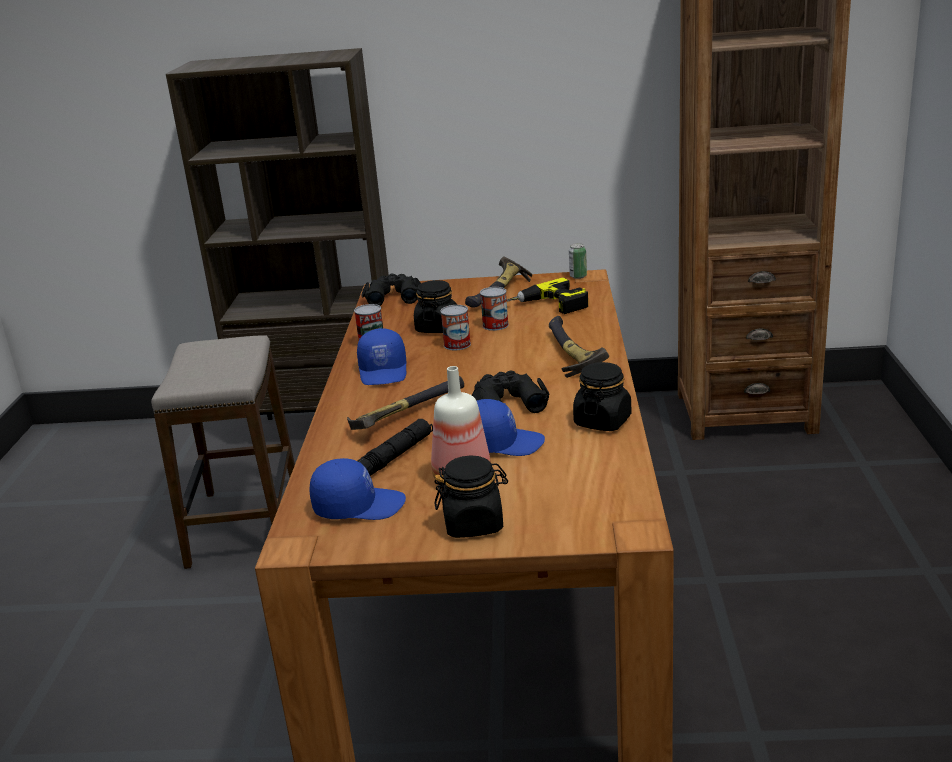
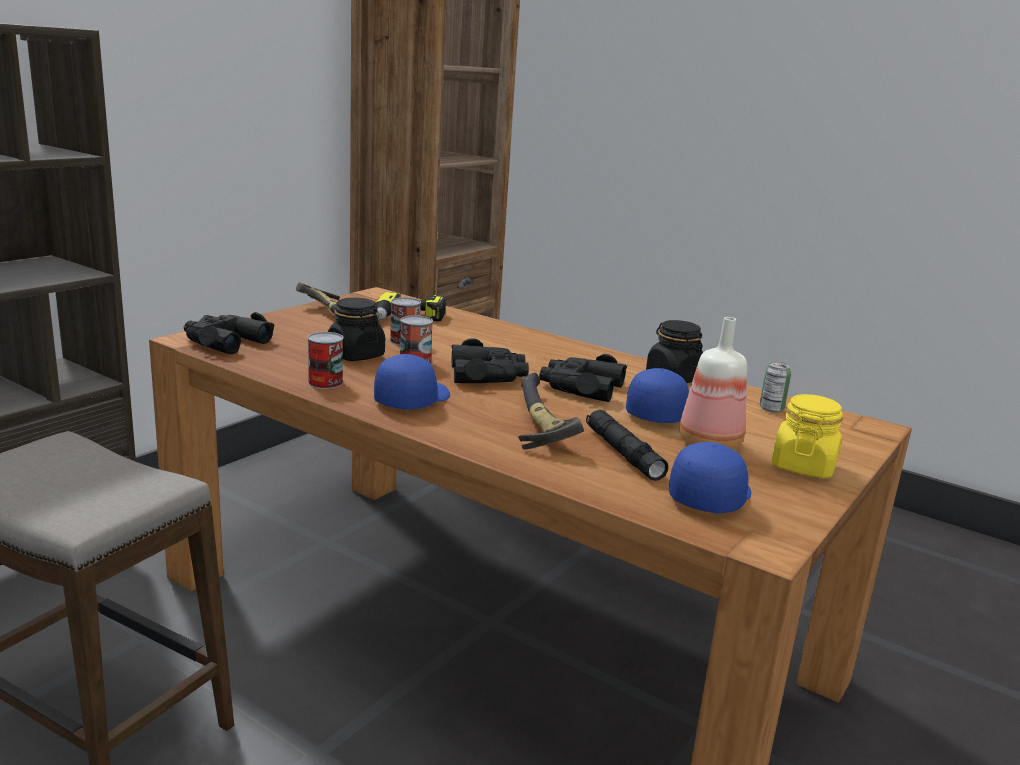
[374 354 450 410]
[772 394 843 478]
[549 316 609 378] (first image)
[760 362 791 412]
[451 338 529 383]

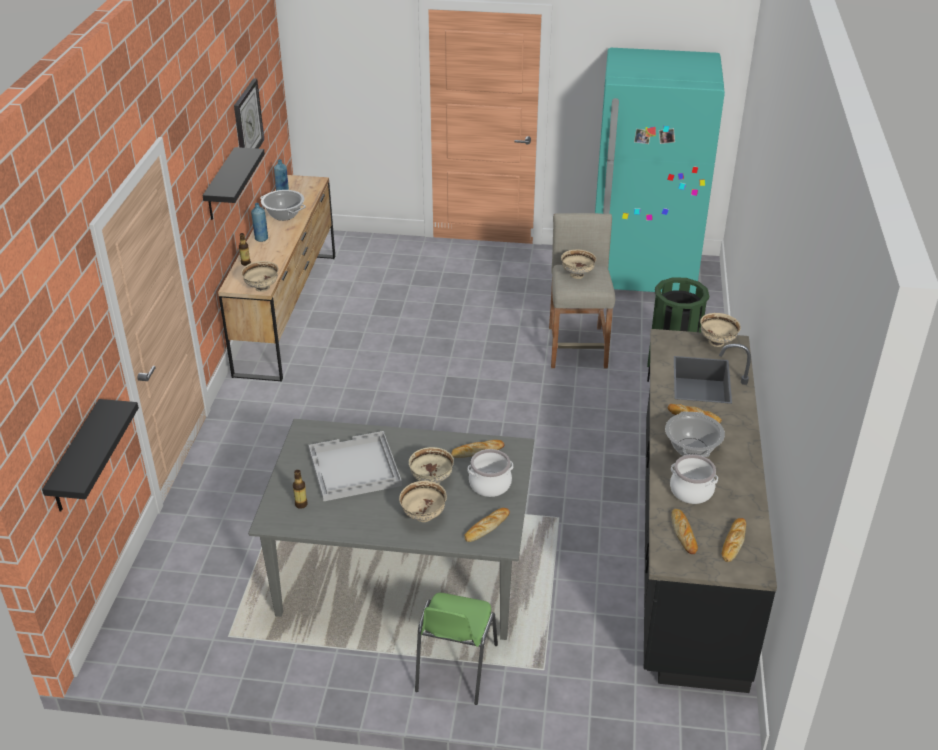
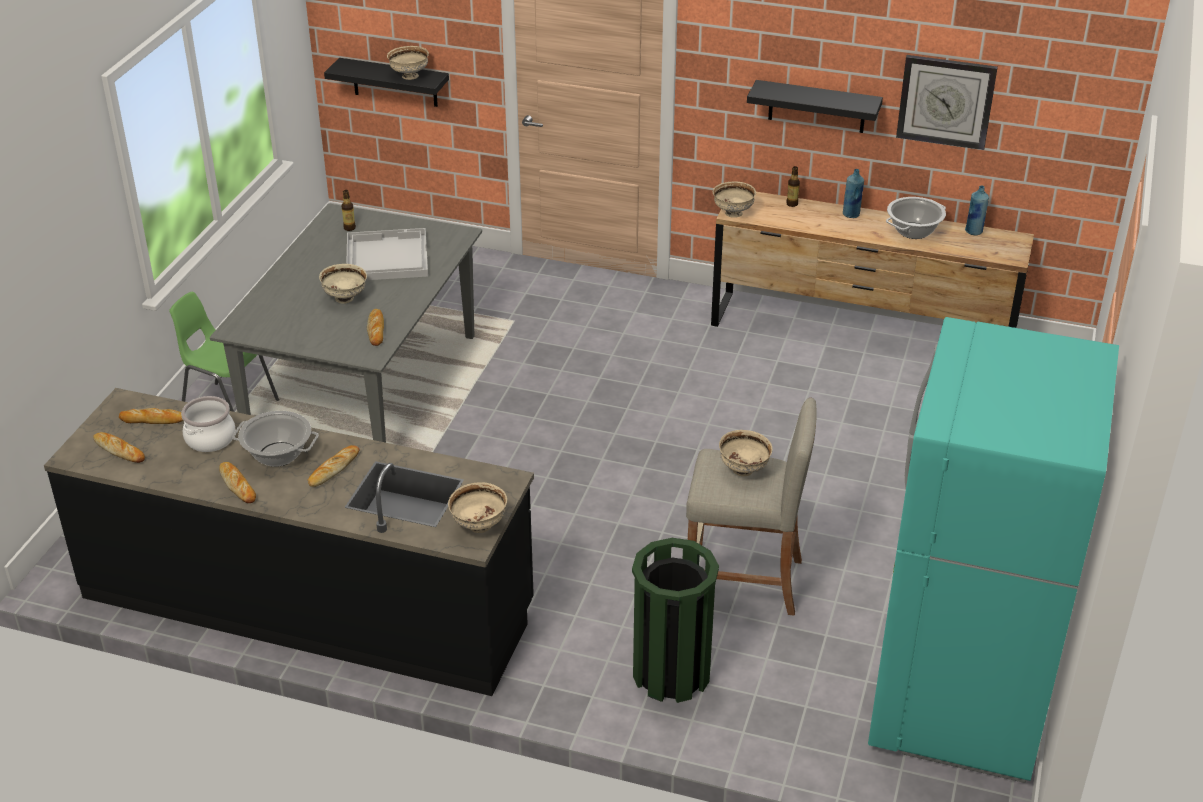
[387 46 429 80]
[219 462 256 503]
[467 449 513 497] (first image)

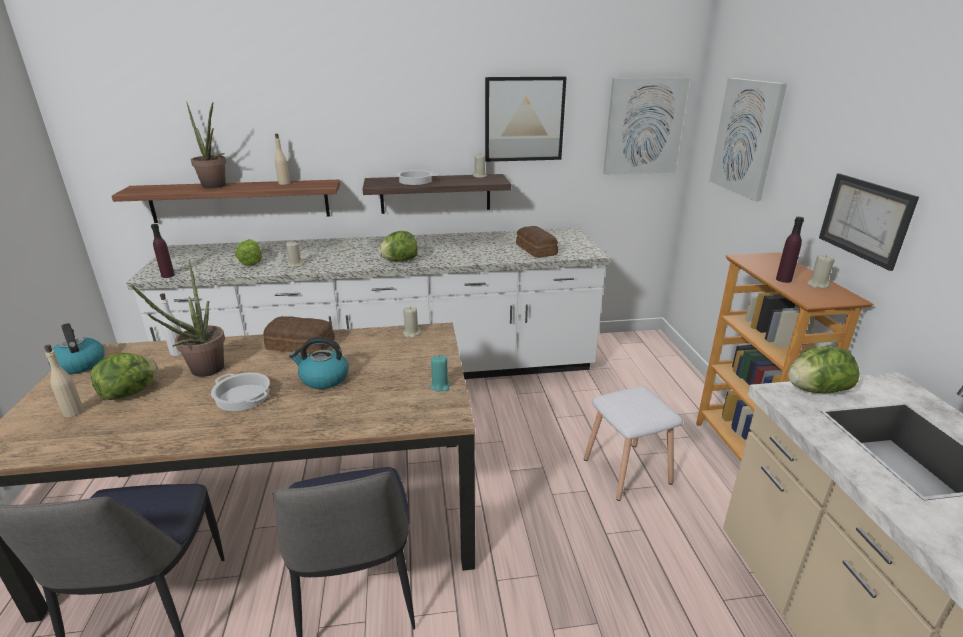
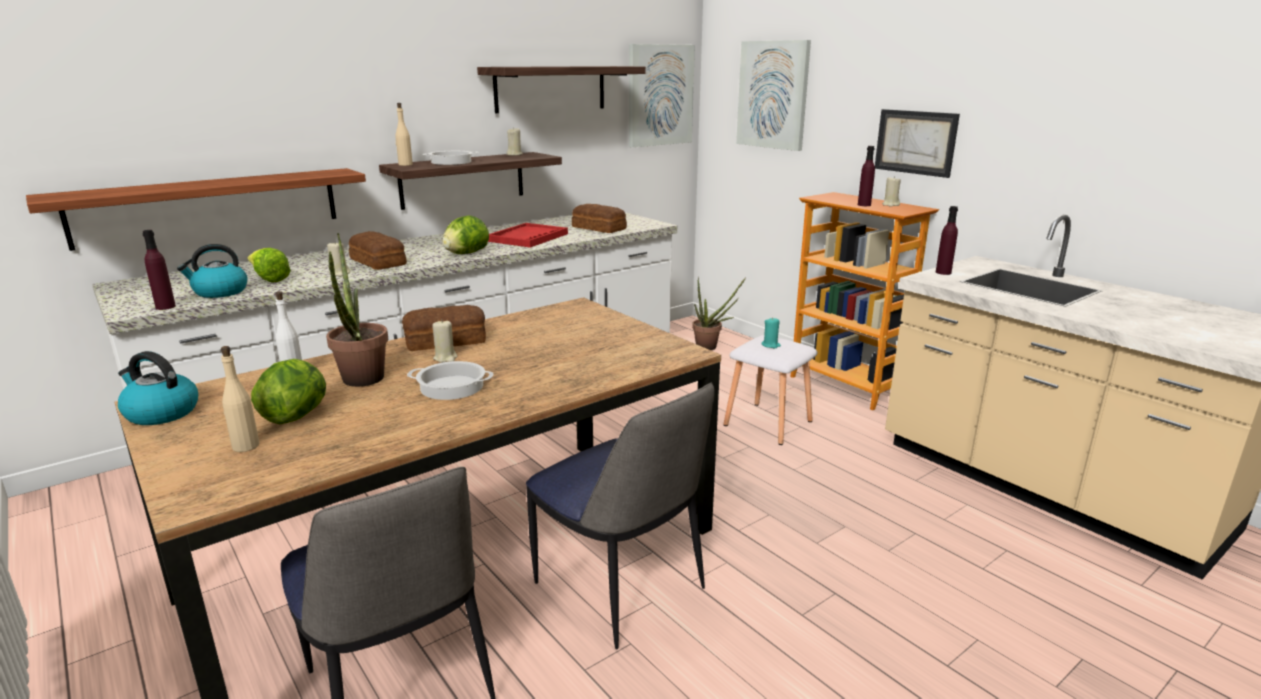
[692 277 746 350]
[396 103 413 166]
[177 244 248 298]
[432 320 458 363]
[761 317 781 348]
[477 66 646 113]
[936 206 958 275]
[349 231 407 270]
[488 223 568 248]

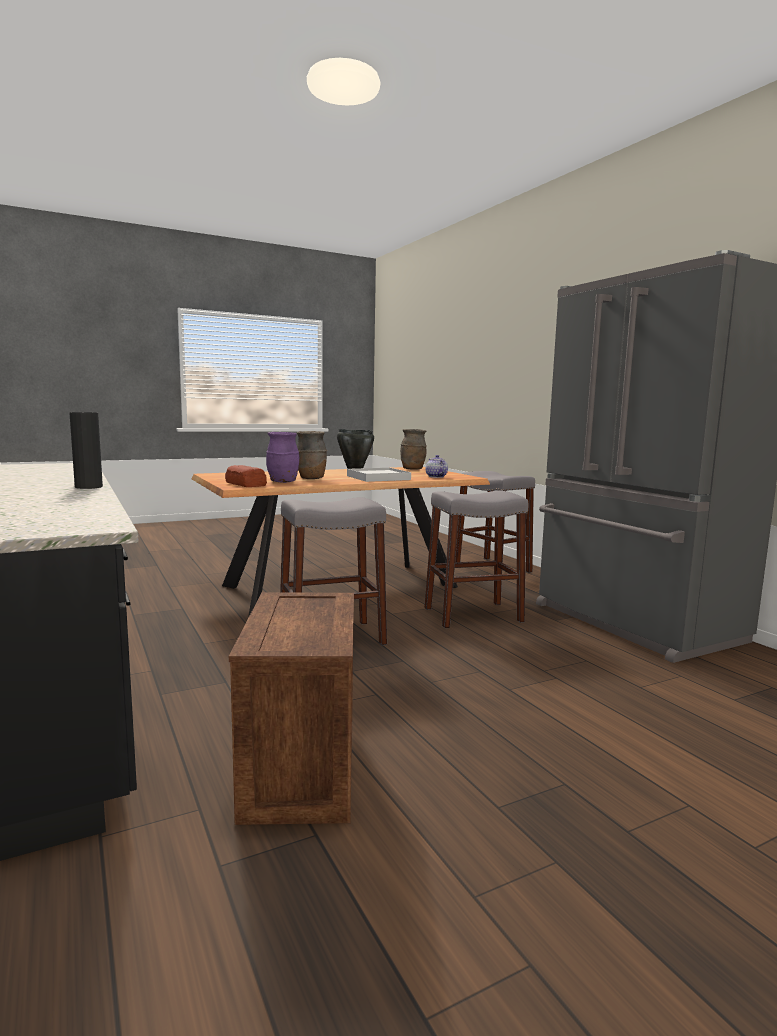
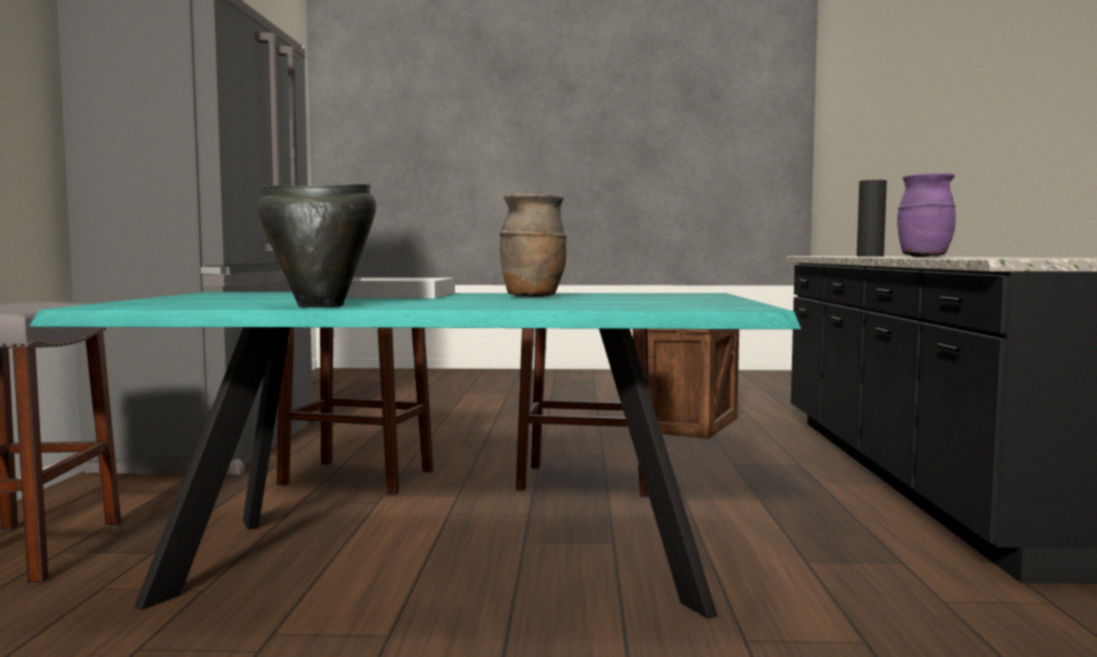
[30 292 801 619]
[225 465 267 487] (first image)
[897 173 956 257]
[400 429 427 470] (first image)
[426 455 448 478] (first image)

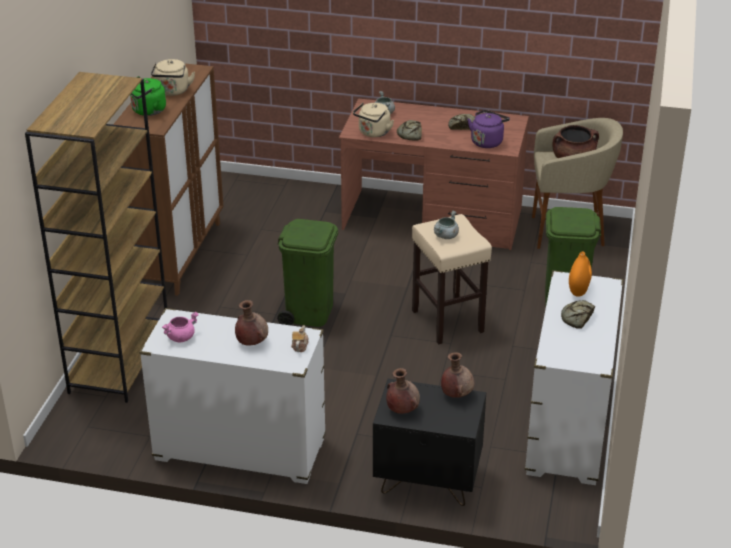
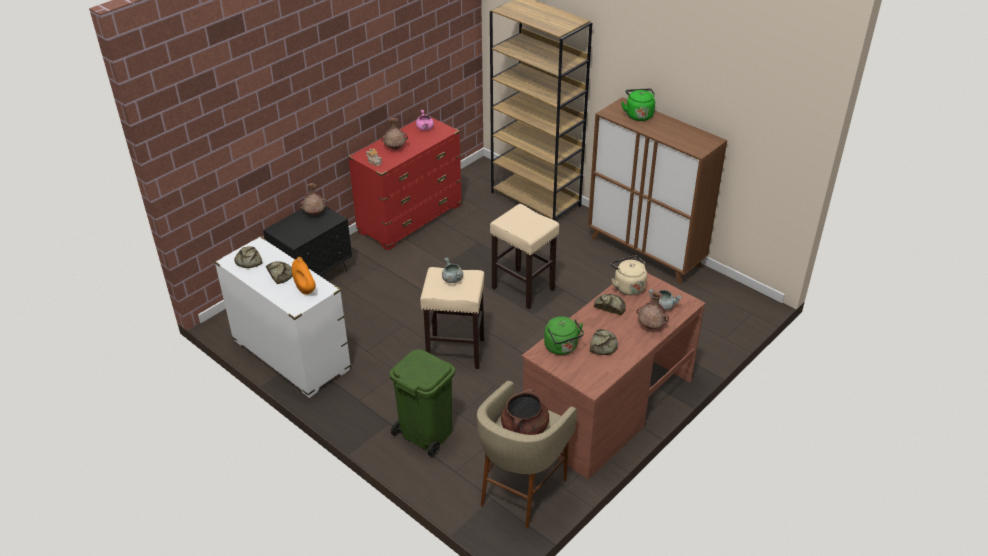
[348 114 462 250]
[151 59 195 96] (first image)
[490 204 559 309]
[636 292 669 329]
[544 316 584 355]
[234 246 262 268]

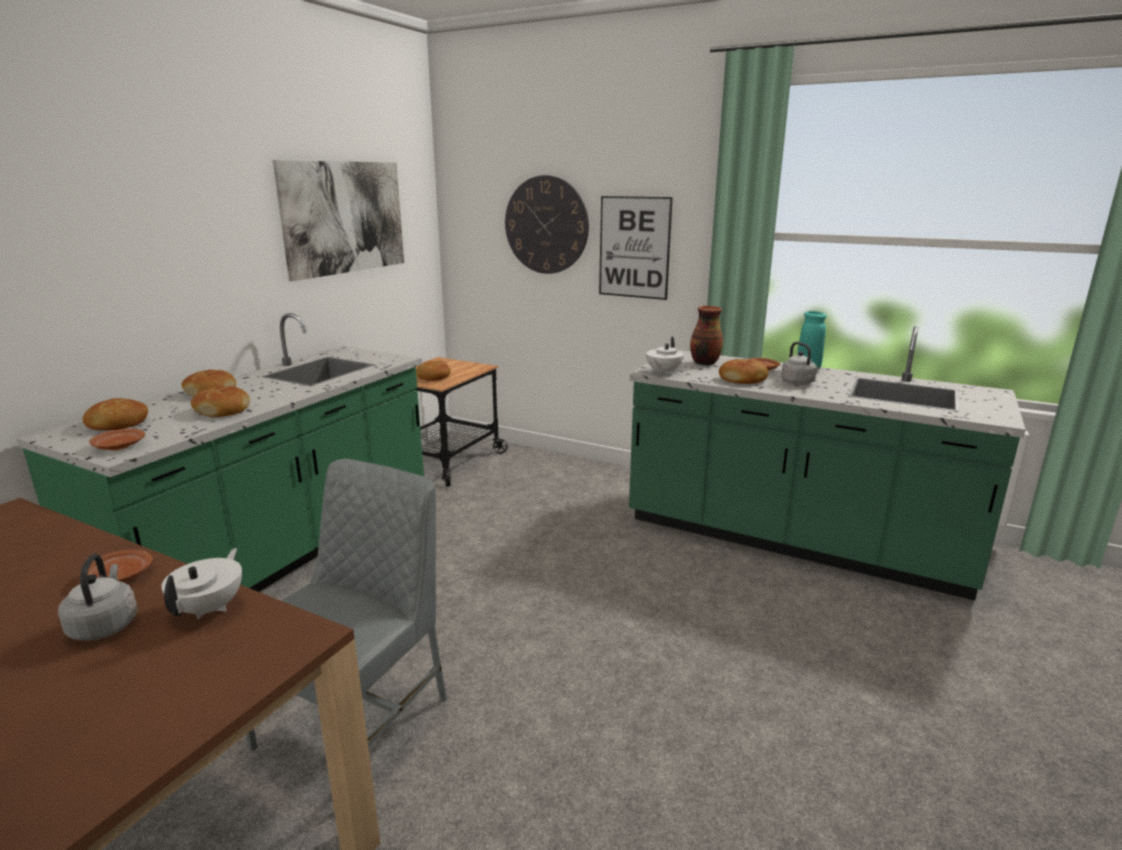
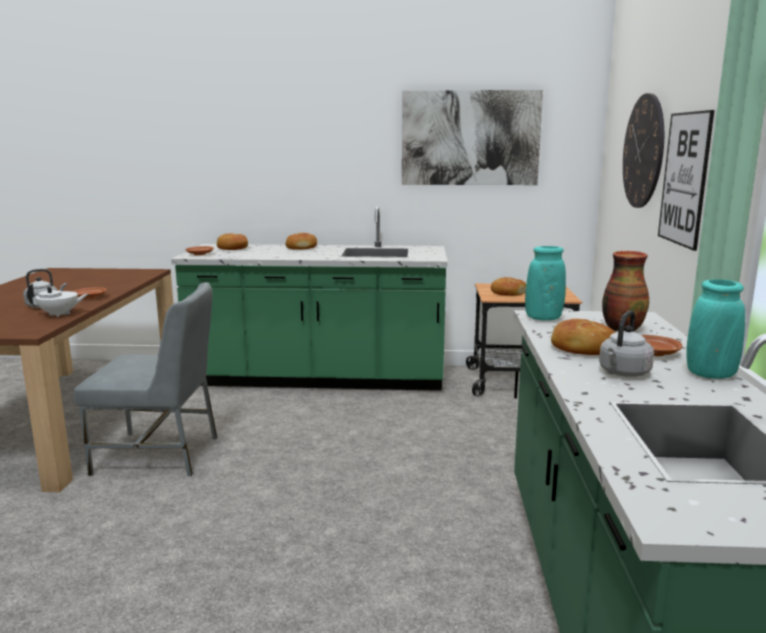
[191 386 250 417] (first image)
[525 246 566 321]

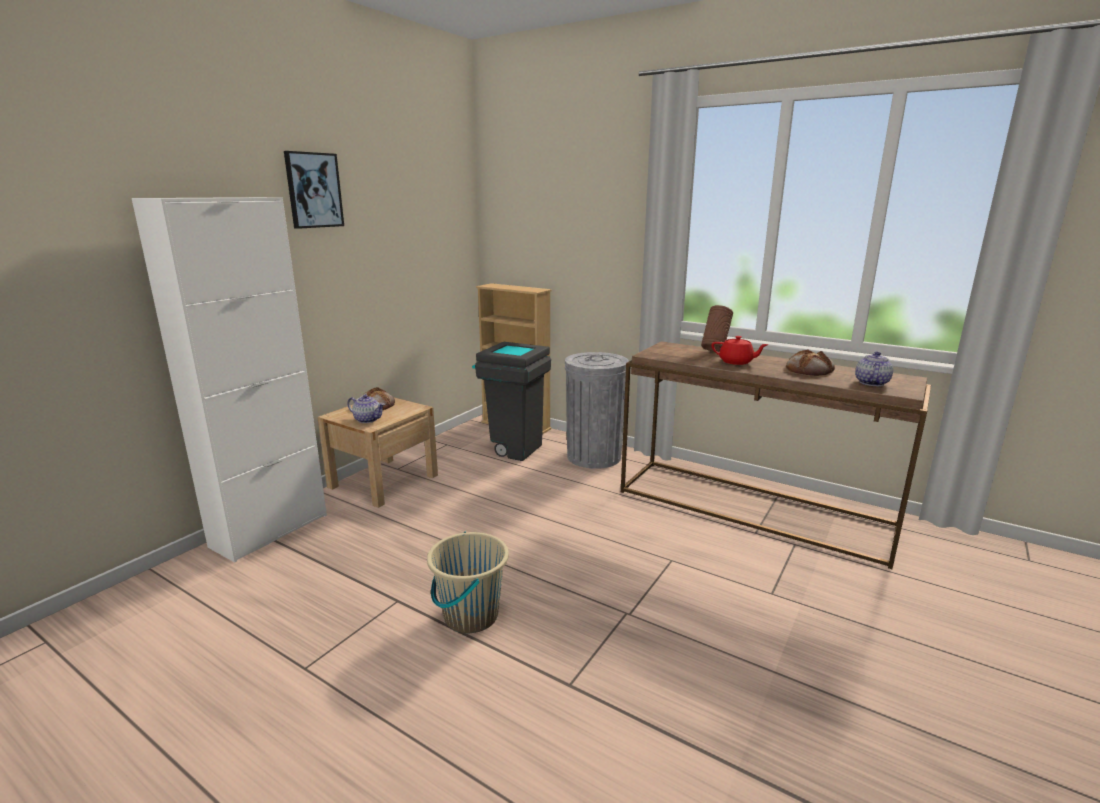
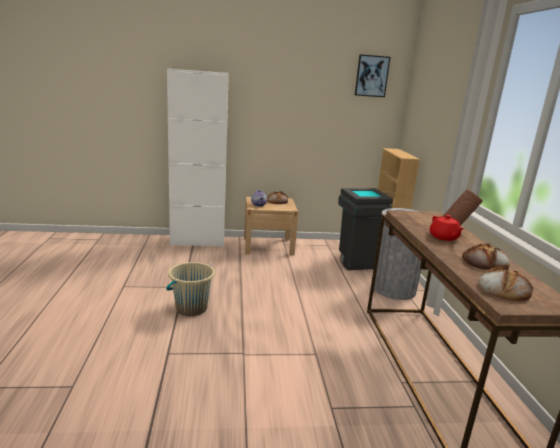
[355 54 390 97]
[478 265 533 301]

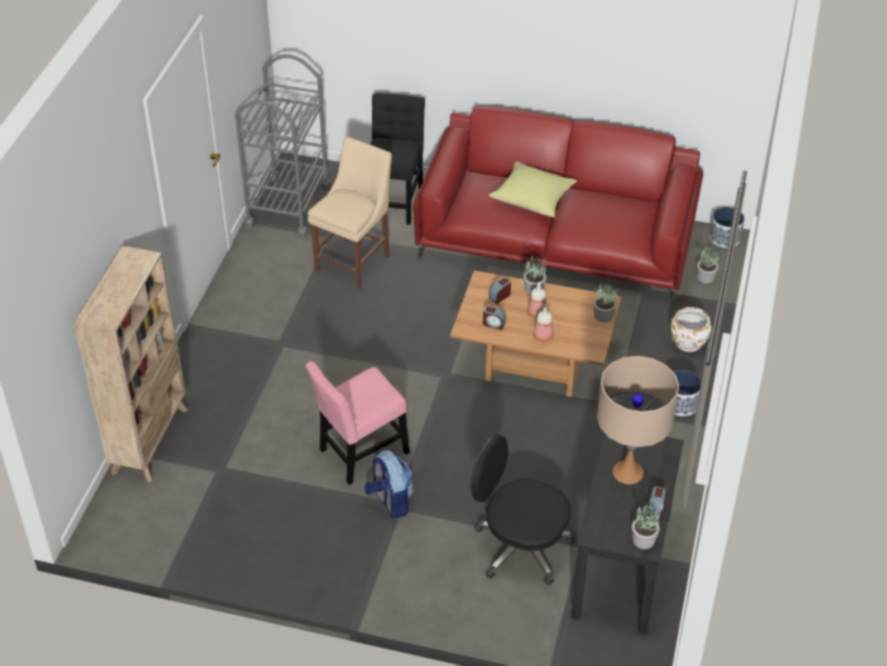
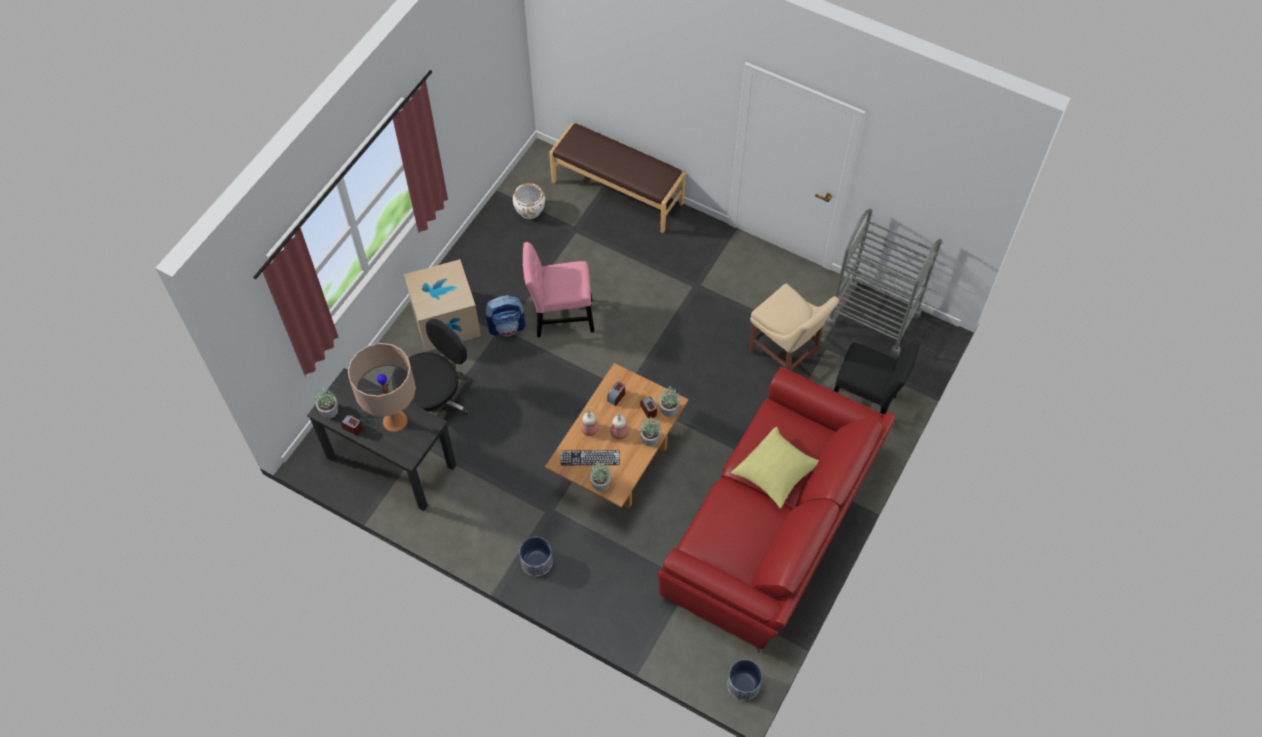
[549 123 686 233]
[523 242 594 337]
[513 183 546 219]
[659 386 680 417]
[404 259 481 351]
[561 450 620 465]

